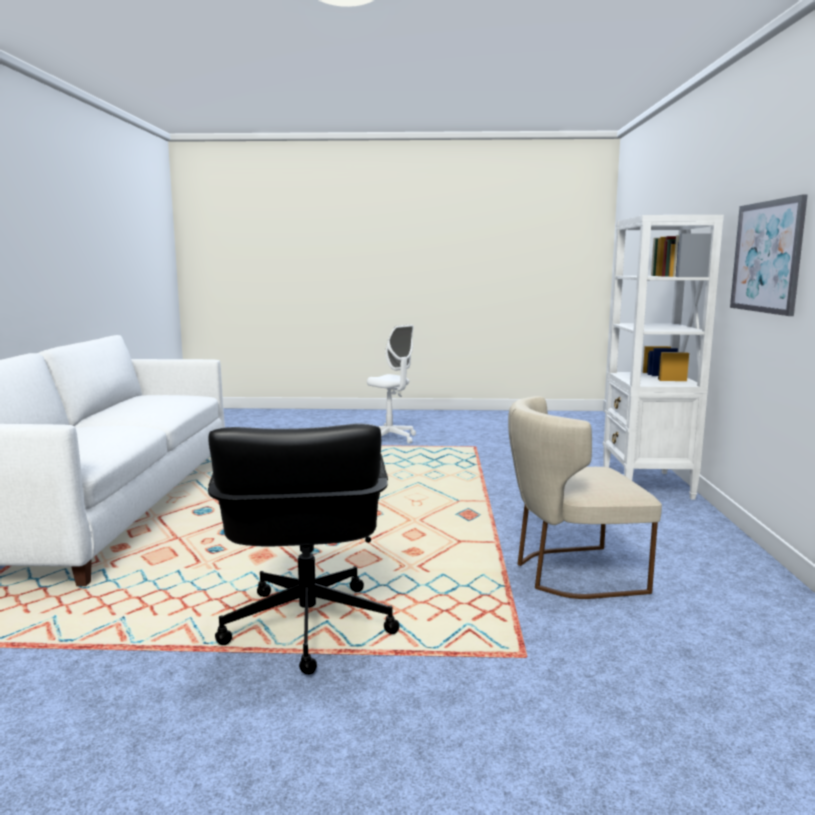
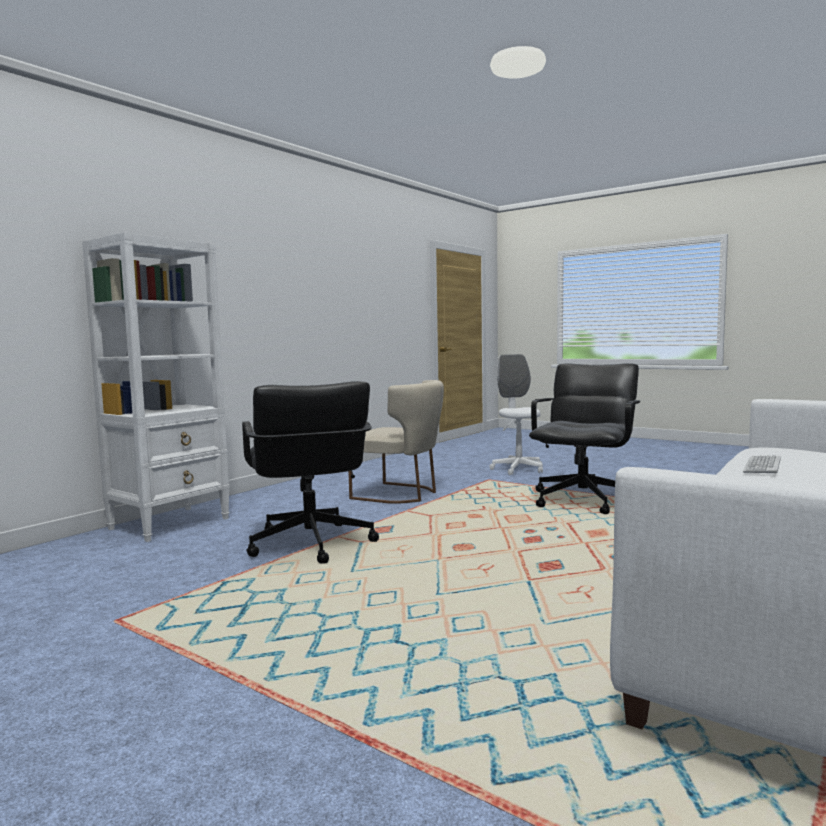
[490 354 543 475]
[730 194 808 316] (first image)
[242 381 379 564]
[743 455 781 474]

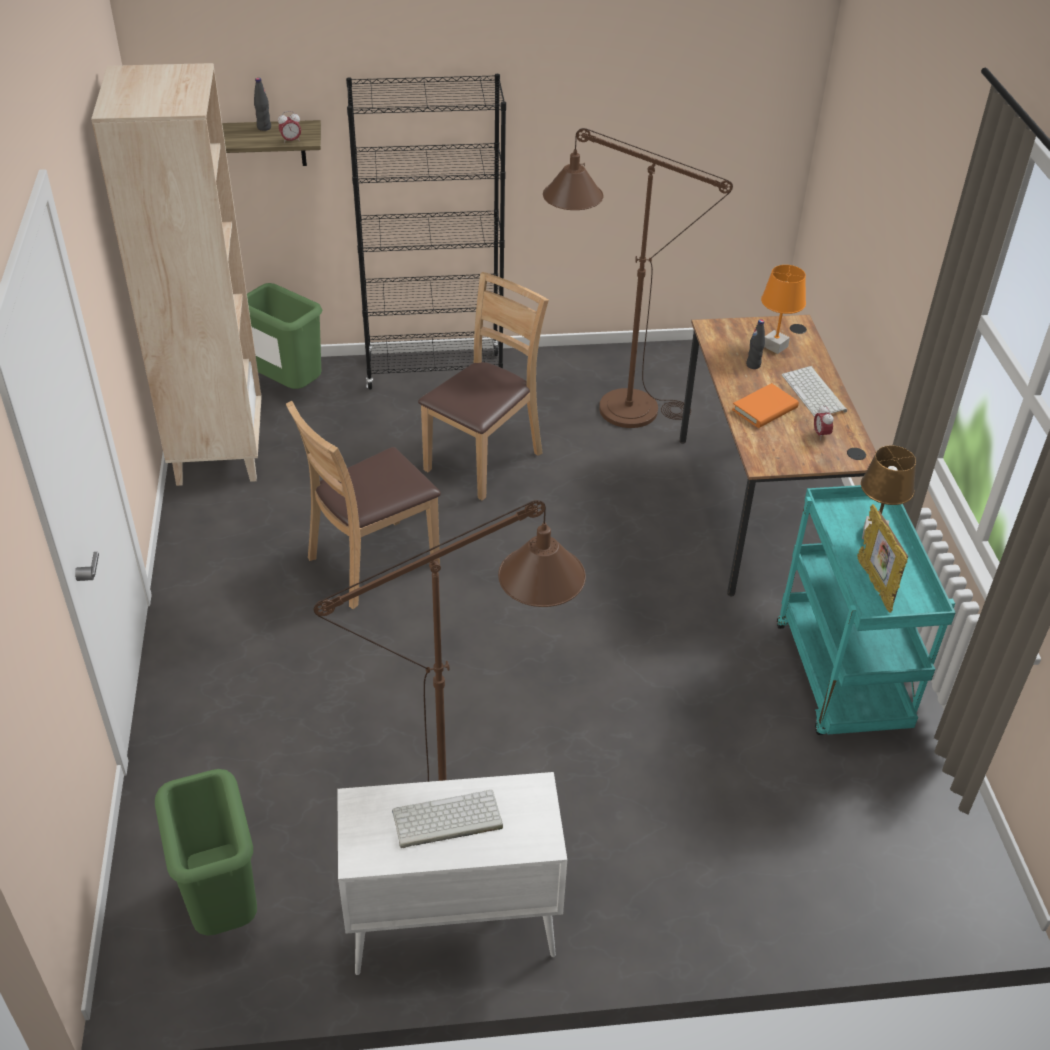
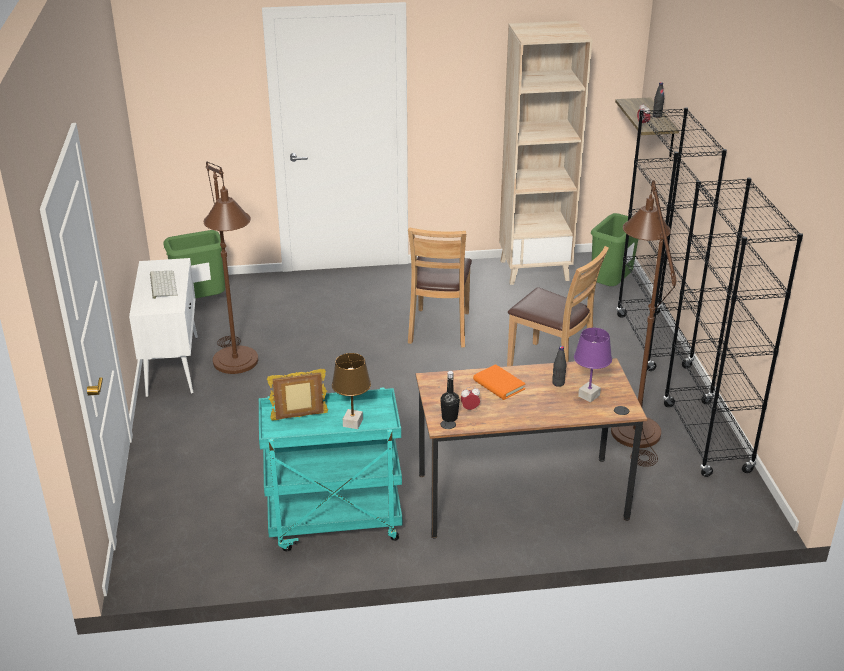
[408 227 472 348]
[574 328 612 402]
[782 366 847 417] (first image)
[440 371 460 422]
[663 178 803 477]

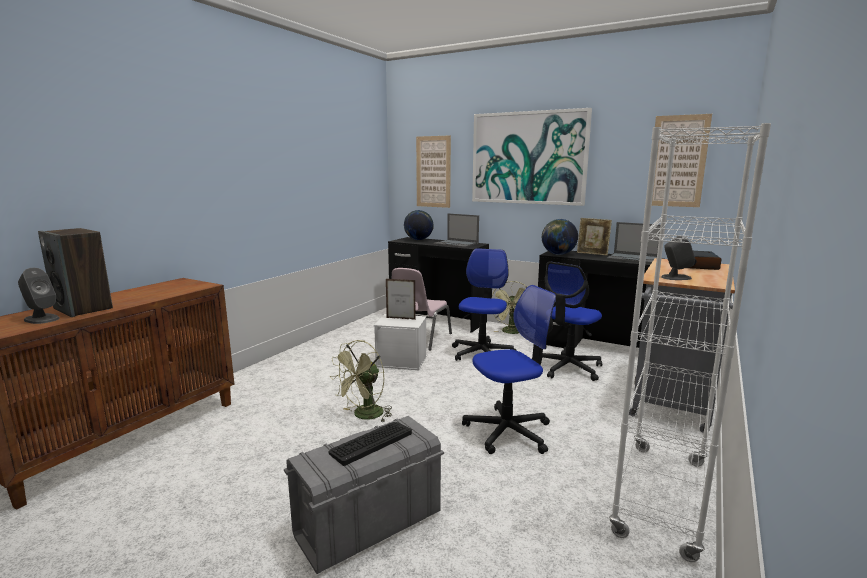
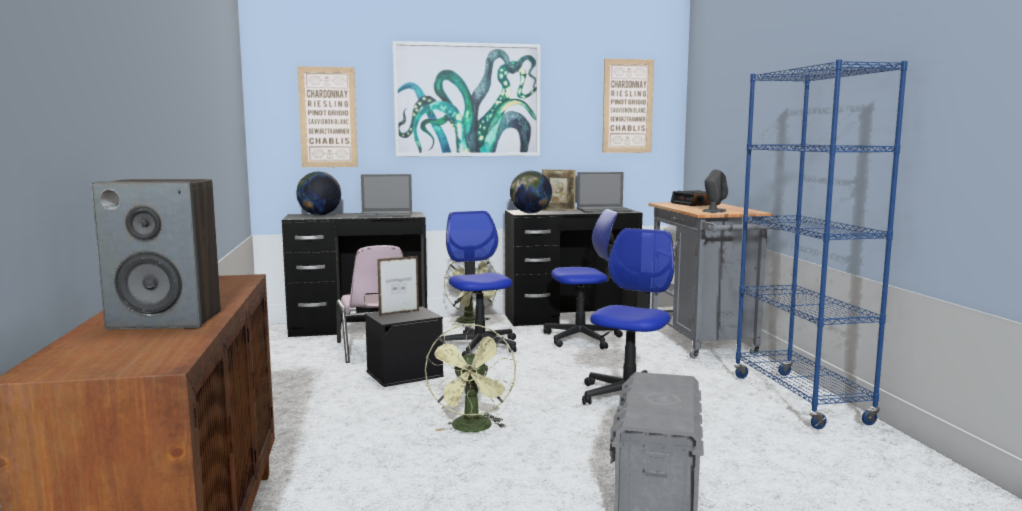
[18 268 60 324] (first image)
[328 422 412 466] (first image)
[365 307 444 387]
[543 209 623 349]
[734 59 908 429]

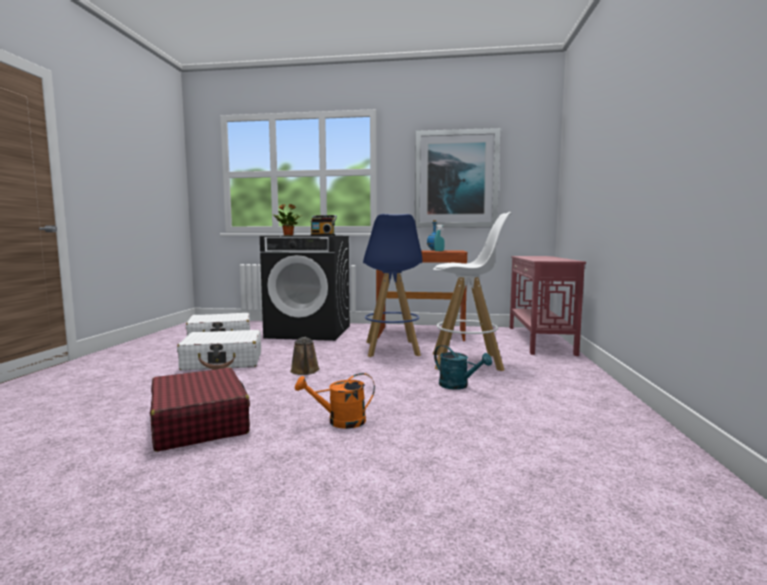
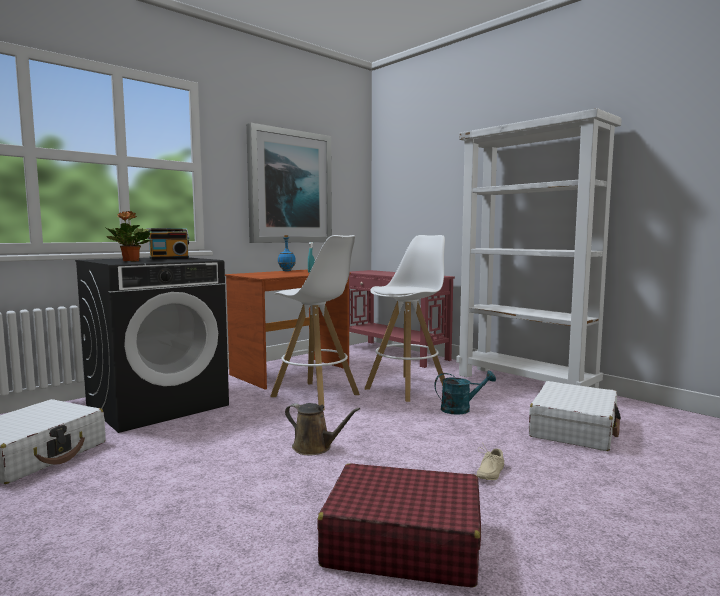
[529 381 621 451]
[477 444 504 480]
[270 235 360 410]
[456 108 622 388]

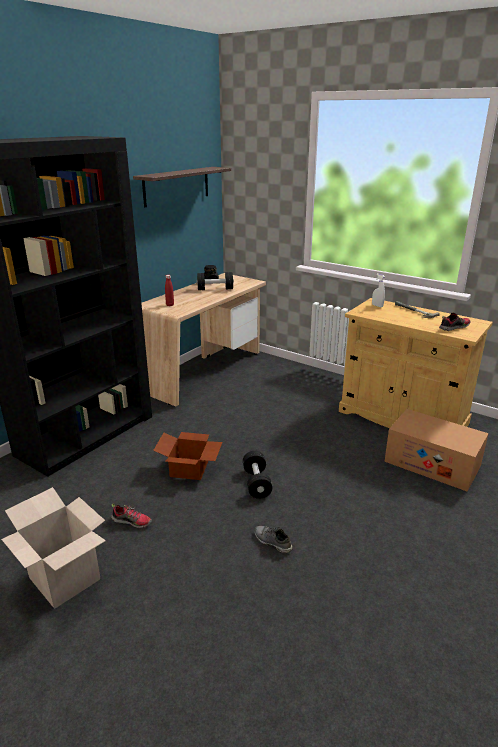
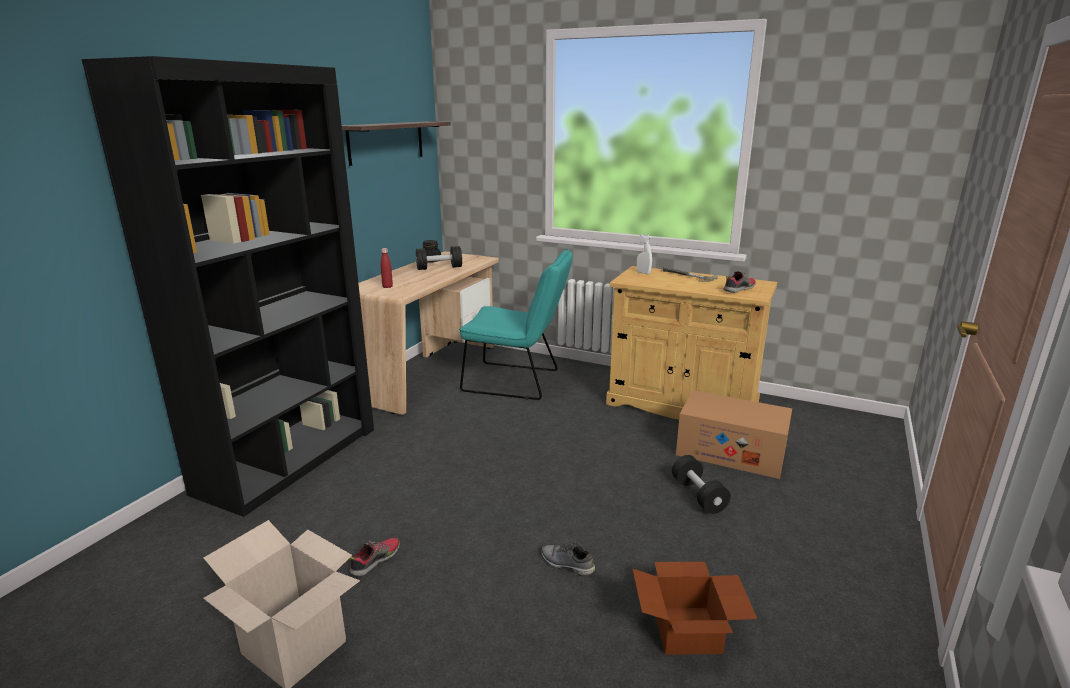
[349 538 400 577]
[632 562 757 655]
[672 455 731 514]
[459 249 573 400]

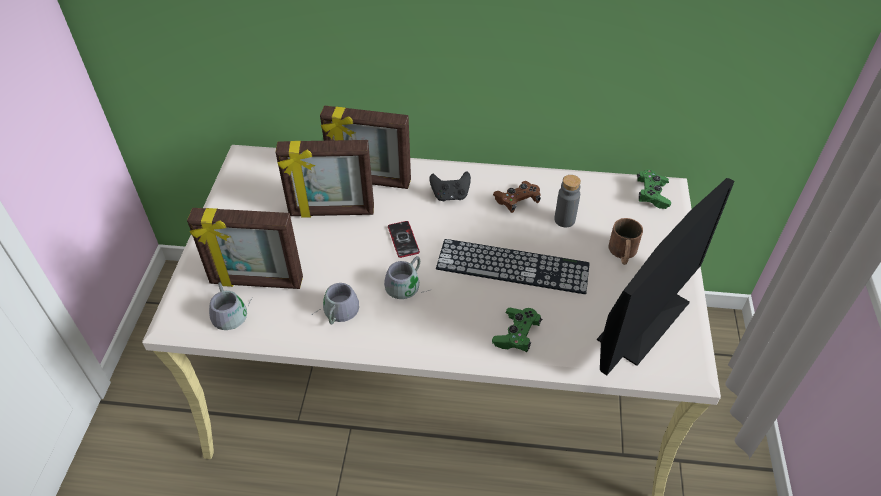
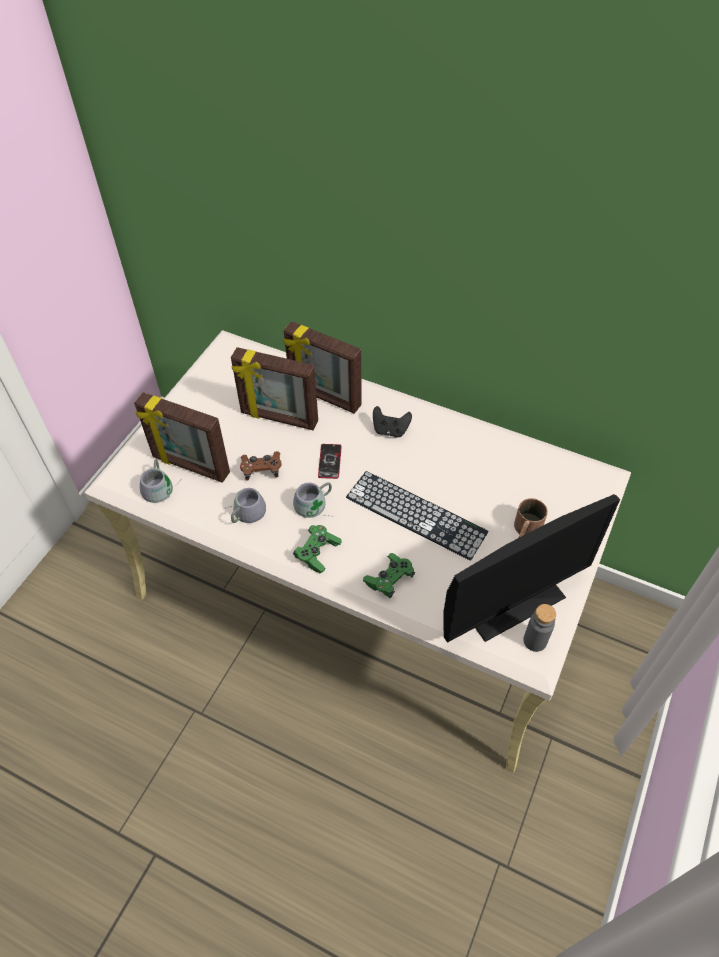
[240 451 282 480]
[523 604 556 652]
[293 525 342 573]

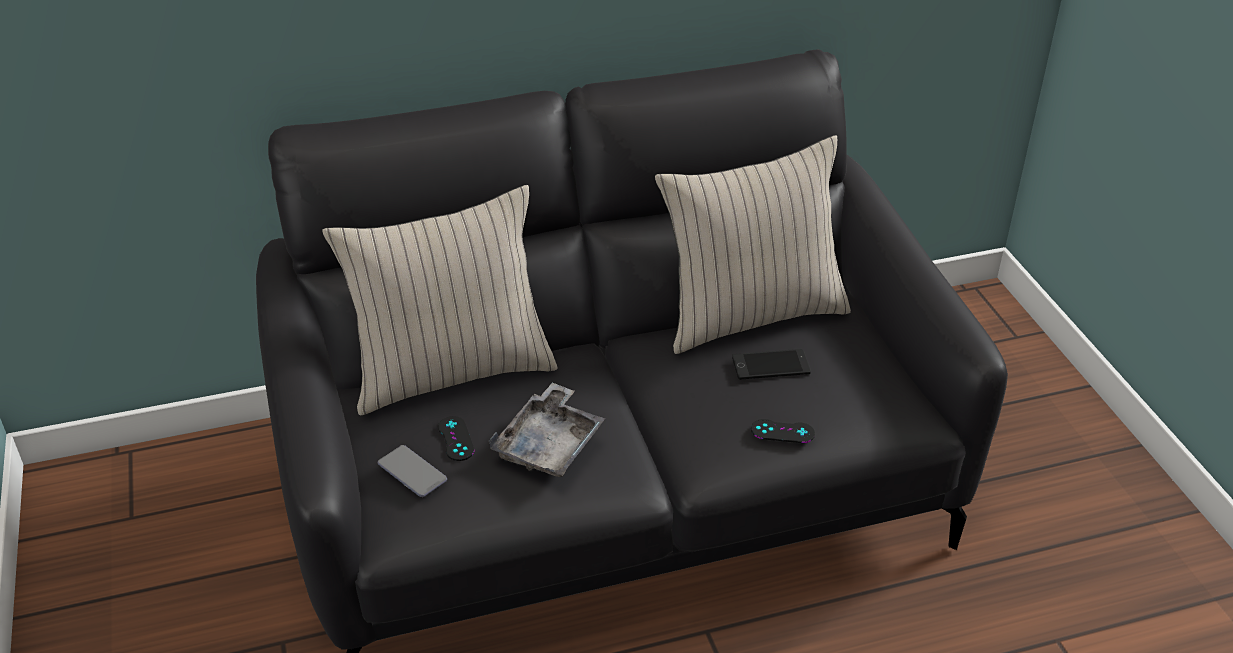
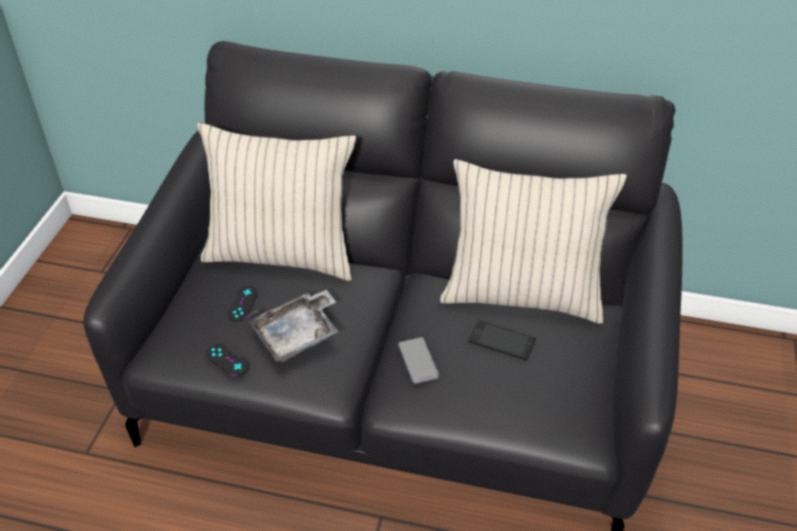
[398 337 439 384]
[206 344 249 376]

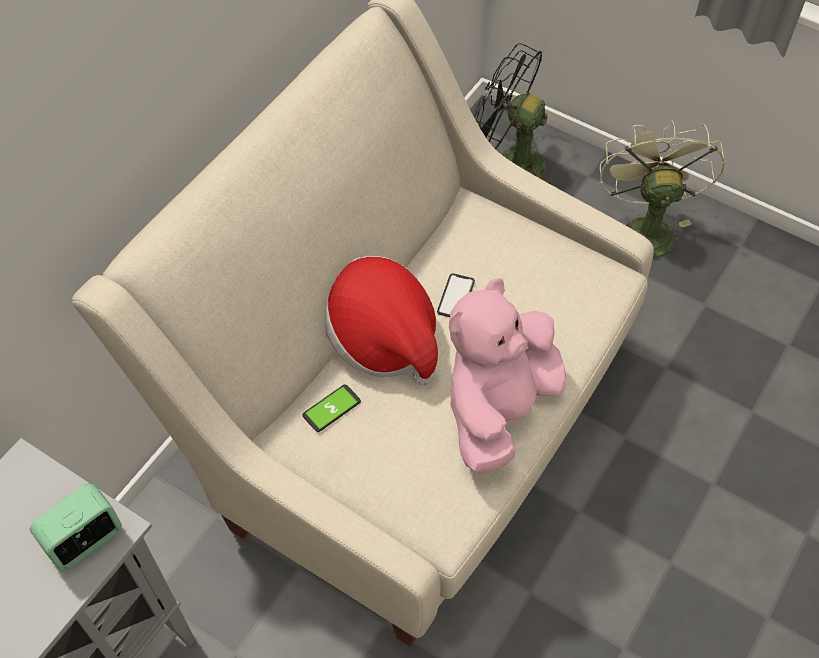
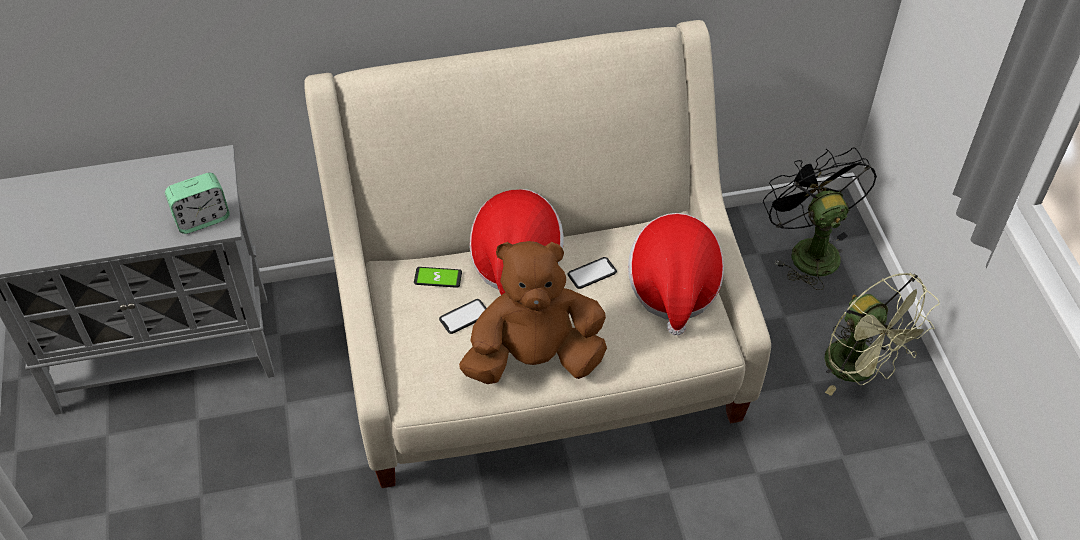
[165 173 230 234]
[459 241 607 384]
[825 273 939 396]
[439 299 487 334]
[628 213 724 336]

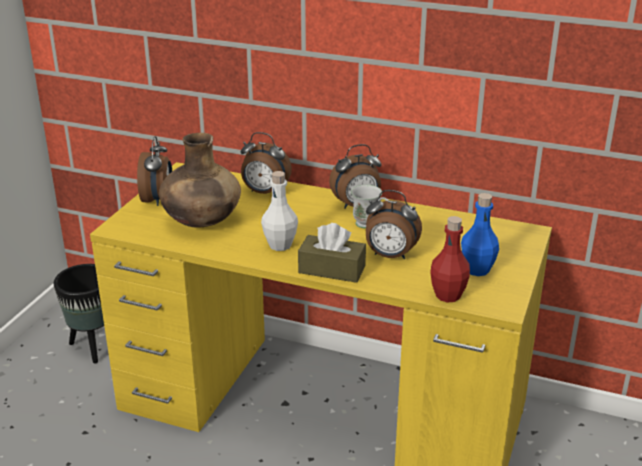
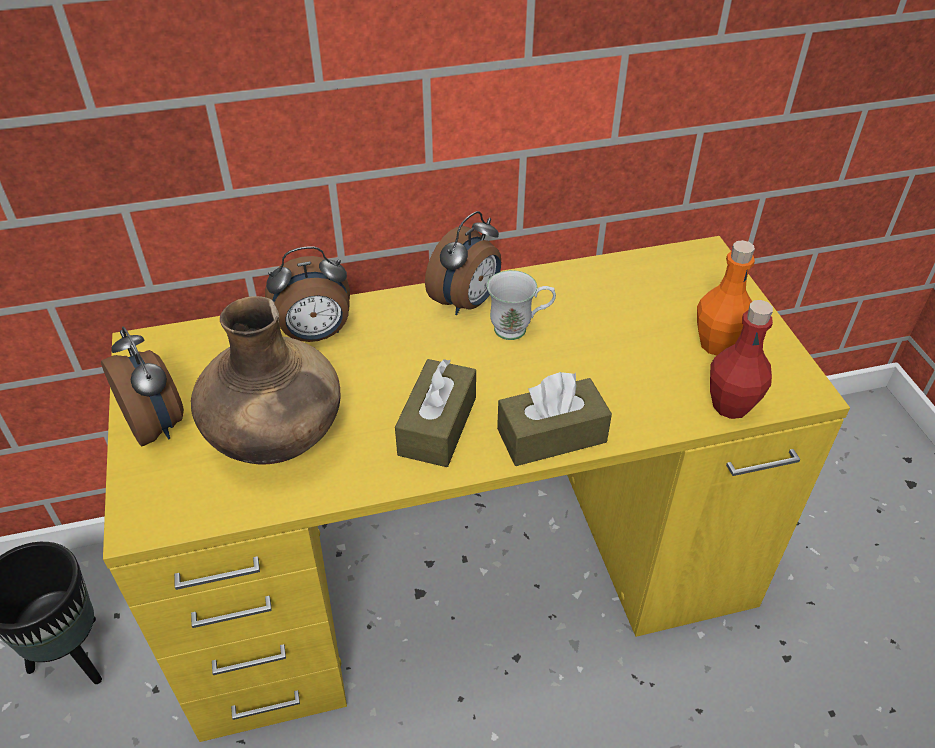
[395 359 476 467]
[366 190 422 260] (first image)
[697 240 755 356]

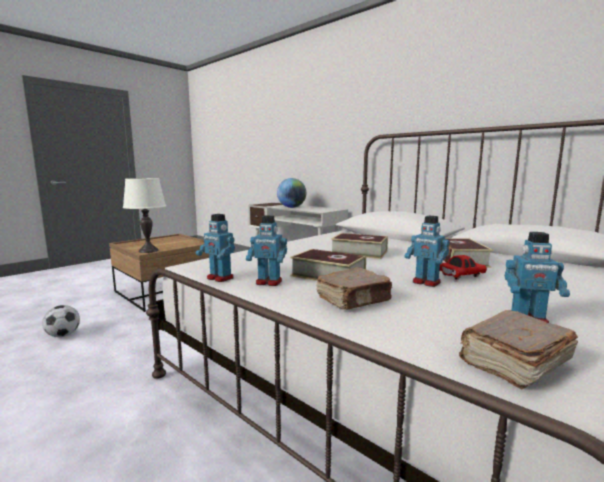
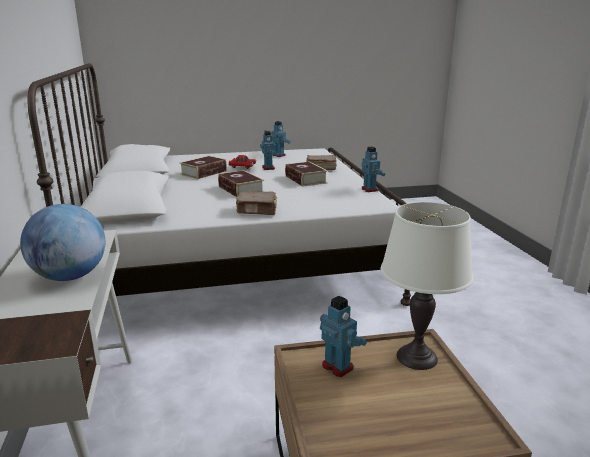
[42 305 80 337] (first image)
[320 296 367 377]
[236 191 277 215]

